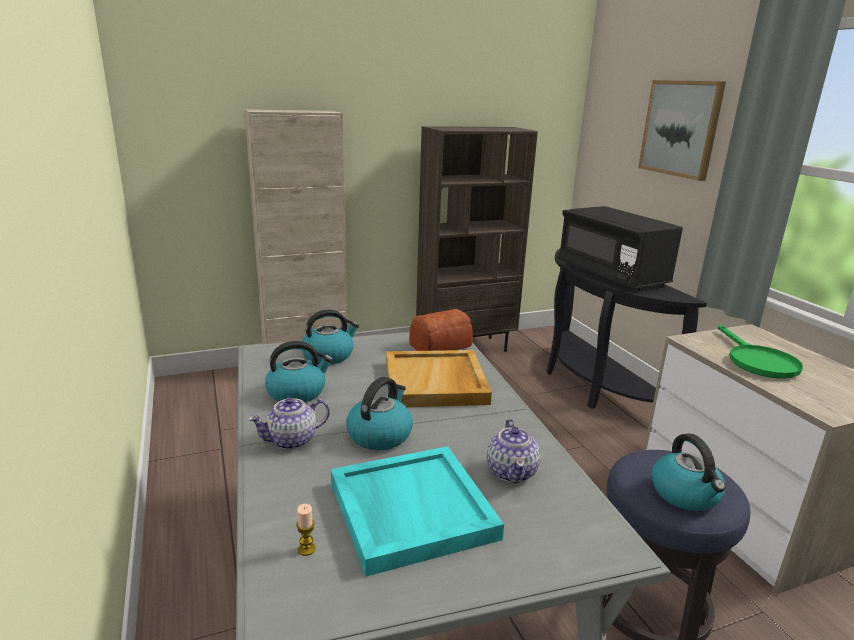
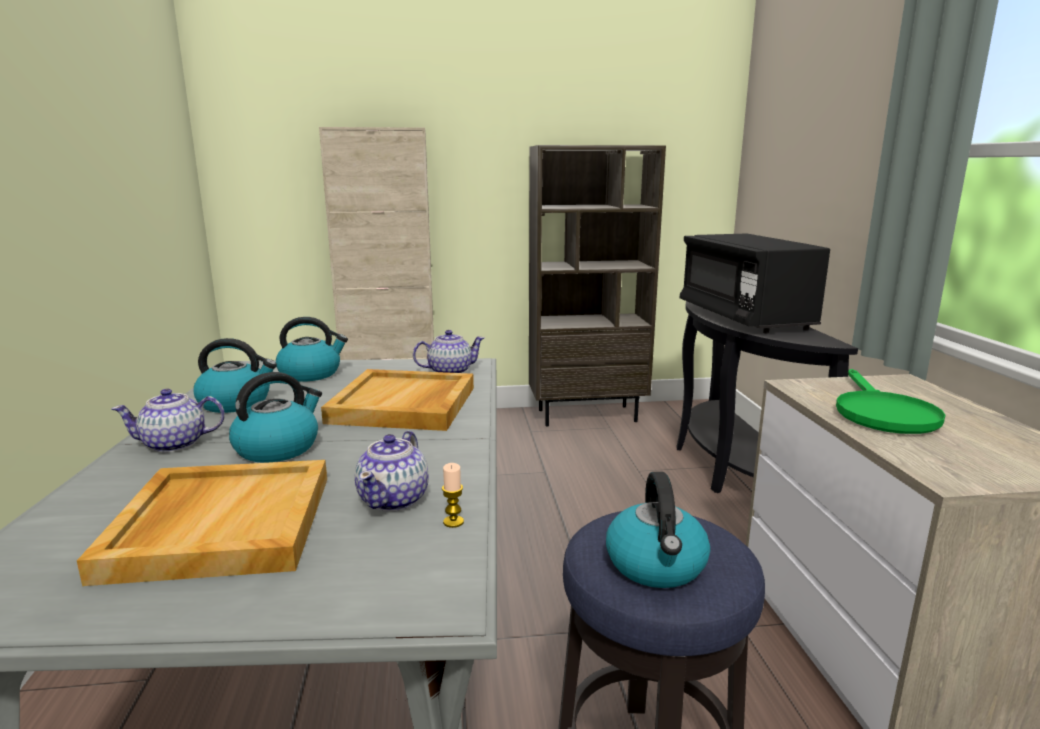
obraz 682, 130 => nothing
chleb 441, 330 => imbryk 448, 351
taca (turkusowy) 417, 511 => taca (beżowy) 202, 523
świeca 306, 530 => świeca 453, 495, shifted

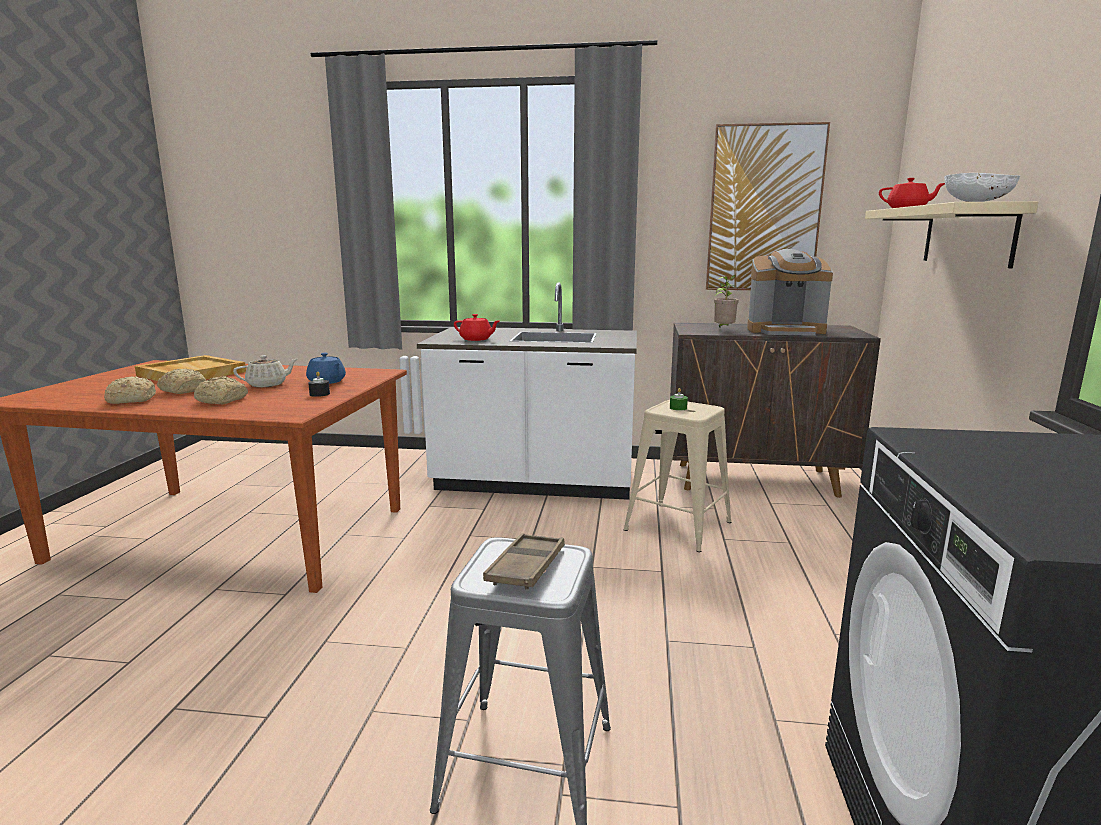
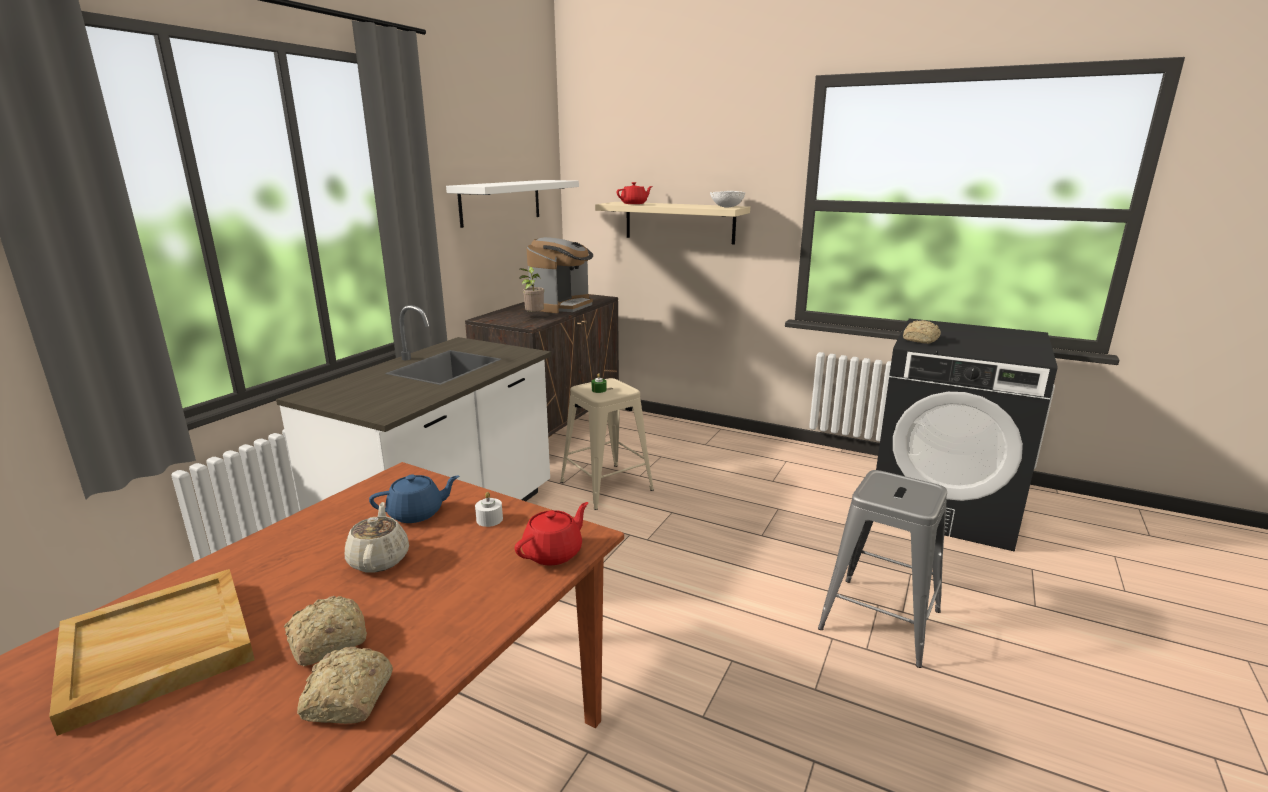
obraz 768, 206 => półka (biały) 512, 204
imbryk (czerwony) 476, 327 => imbryk (czerwony) 551, 533, shifted
świeca (czarny) 319, 384 => świeca (biały) 489, 509
chleb 221, 390 => chleb 922, 332, shifted
taca (brązowy) 524, 561 => nothing

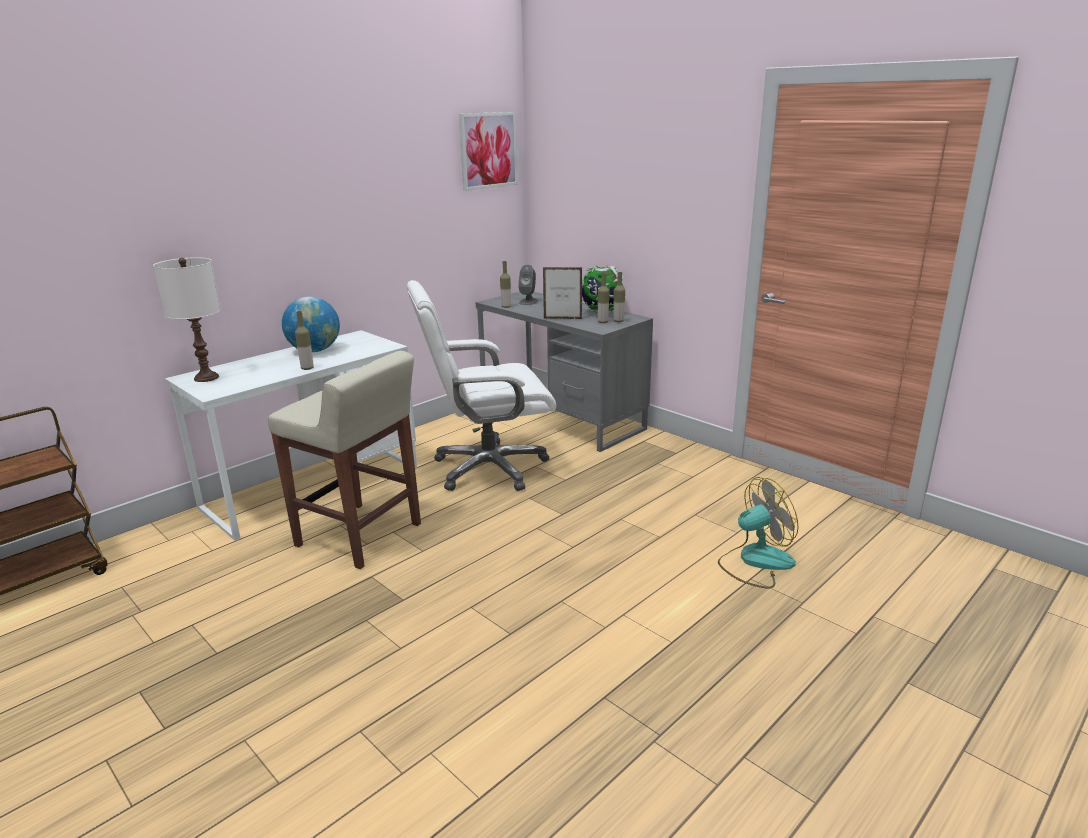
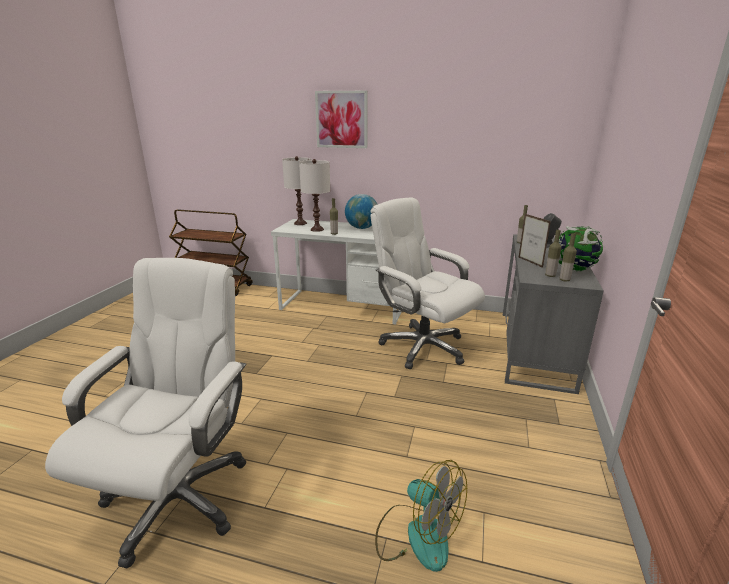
obraz 488, 151 => obraz 341, 119, shifted
stołek (beżowy) 344, 460 => nothing
nothing => lampa stołowa (biały) 314, 195
nothing => krzesło biurowe (biały) 145, 413

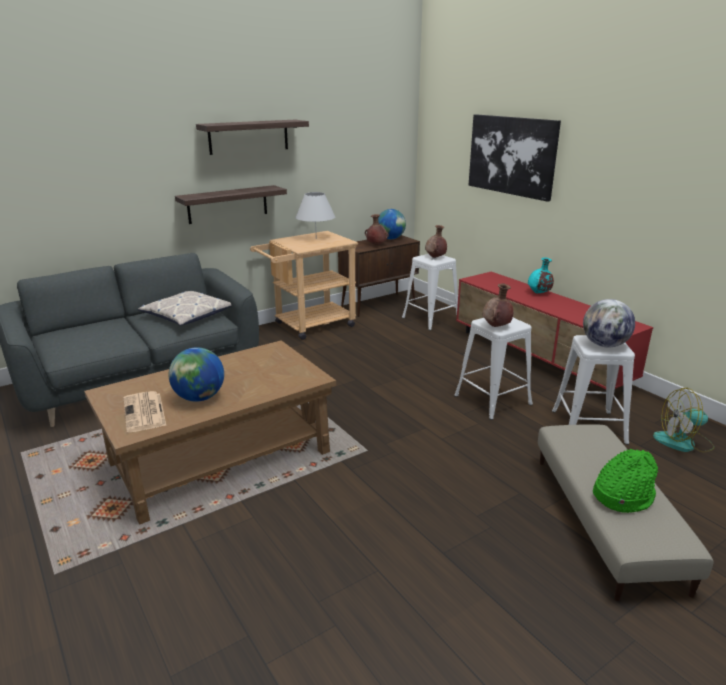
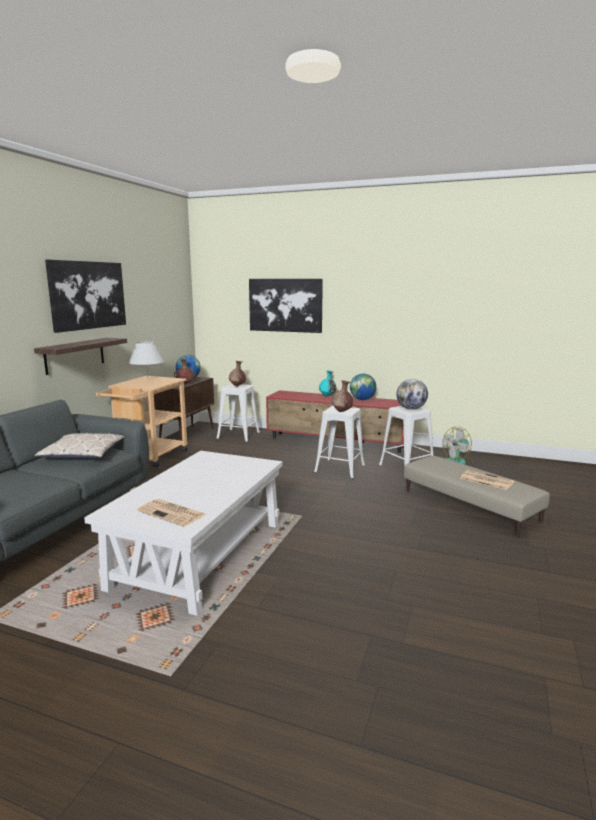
półka 252, 137 => obraz 85, 296
ława (brązowy) 210, 432 => ława (biały) 183, 533
globus 196, 374 => globus 363, 387, shifted
kapelusz (zielony) 625, 481 => gazeta 487, 480

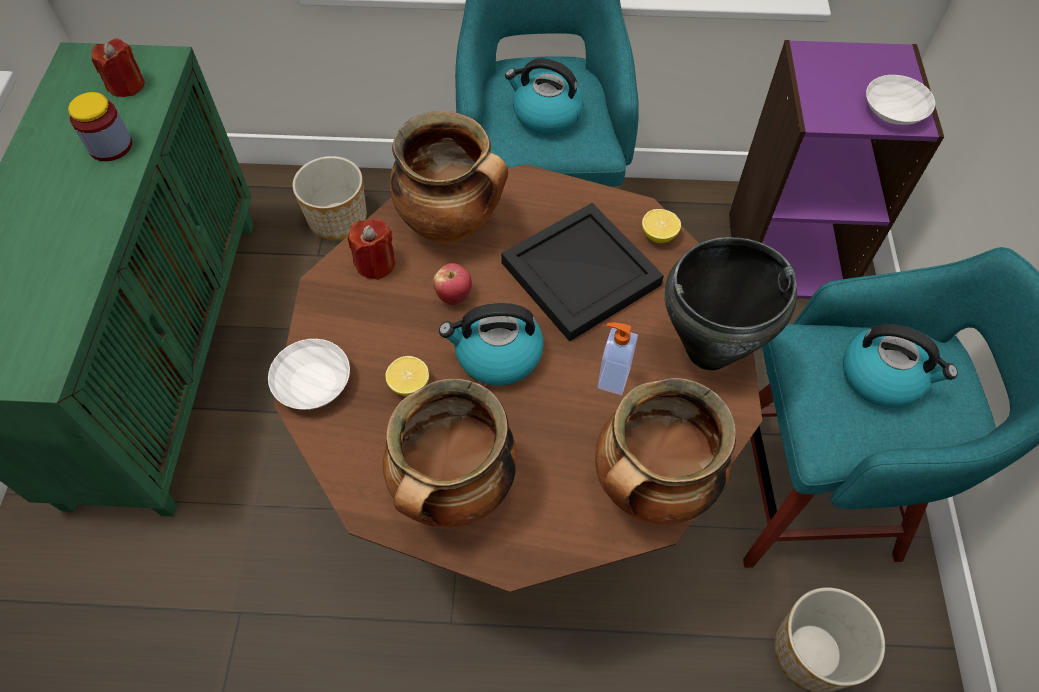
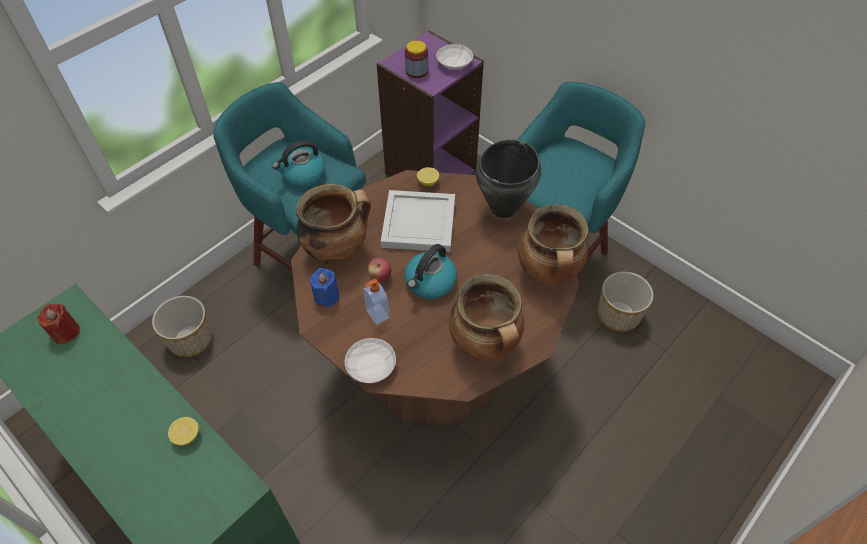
słoik 100, 126 => słoik 416, 59, shifted
taca (czarny) 582, 272 => taca (biały) 418, 221
świeca (czerwony) 371, 249 => świeca (niebieski) 324, 287
dozownik mydła 618, 358 => dozownik mydła 376, 302, shifted
czajnik 900, 365 => nothing
cytryna 407, 376 => cytryna 183, 431, shifted

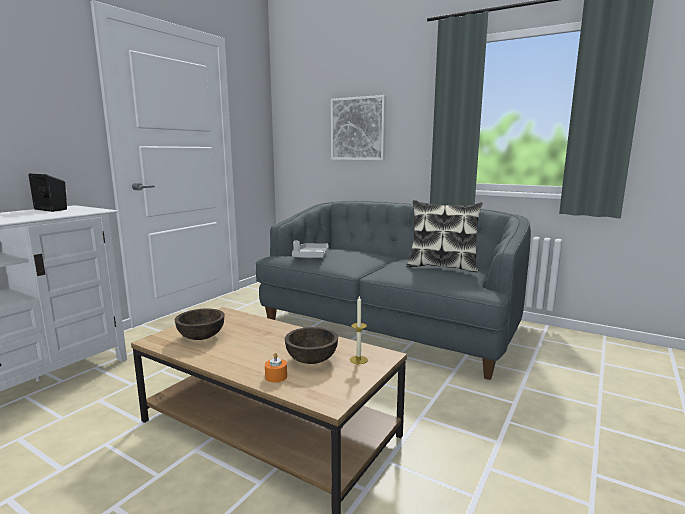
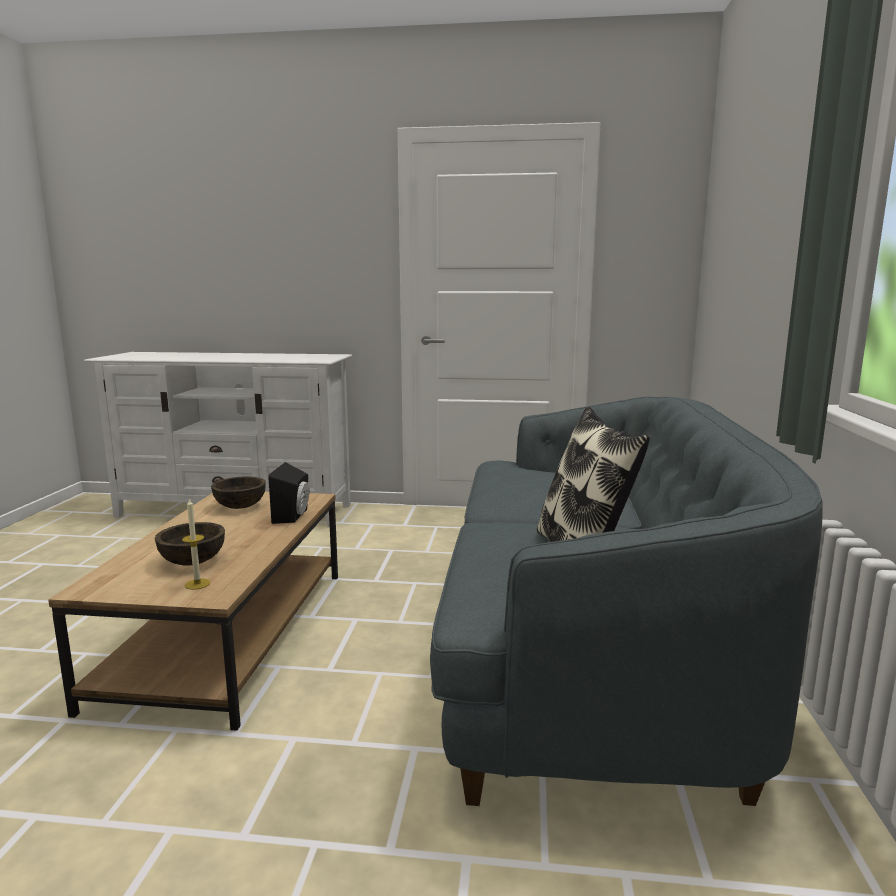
obraz 358, 127 => nothing
głośnik (czarny) 47, 193 => głośnik (czarny) 288, 493, shifted
taca (szary) 310, 249 => nothing
świeca (pomarańczowy) 276, 368 => nothing

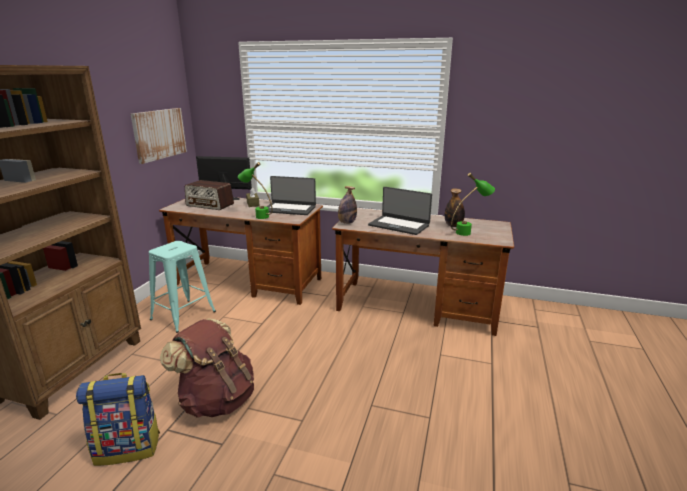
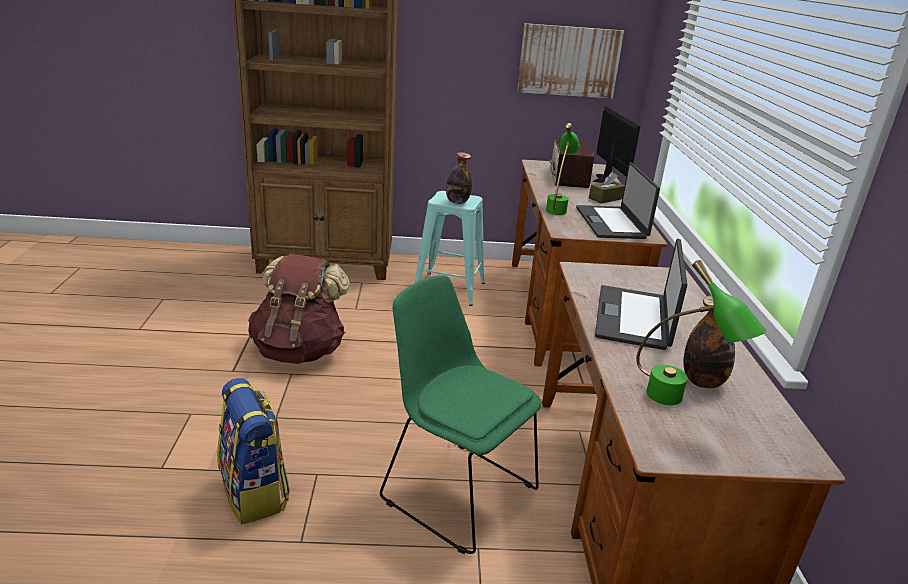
butelka 347, 205 => butelka 459, 178, shifted
plecak 118, 419 => plecak 253, 451, shifted
nothing => krzesło (zielony) 461, 414

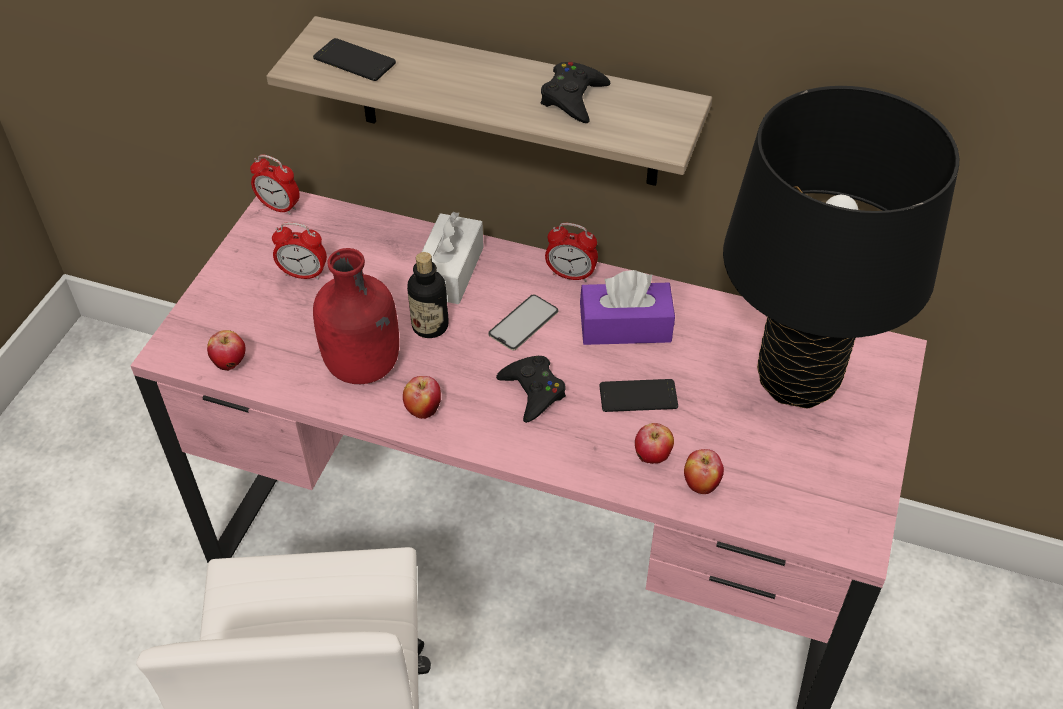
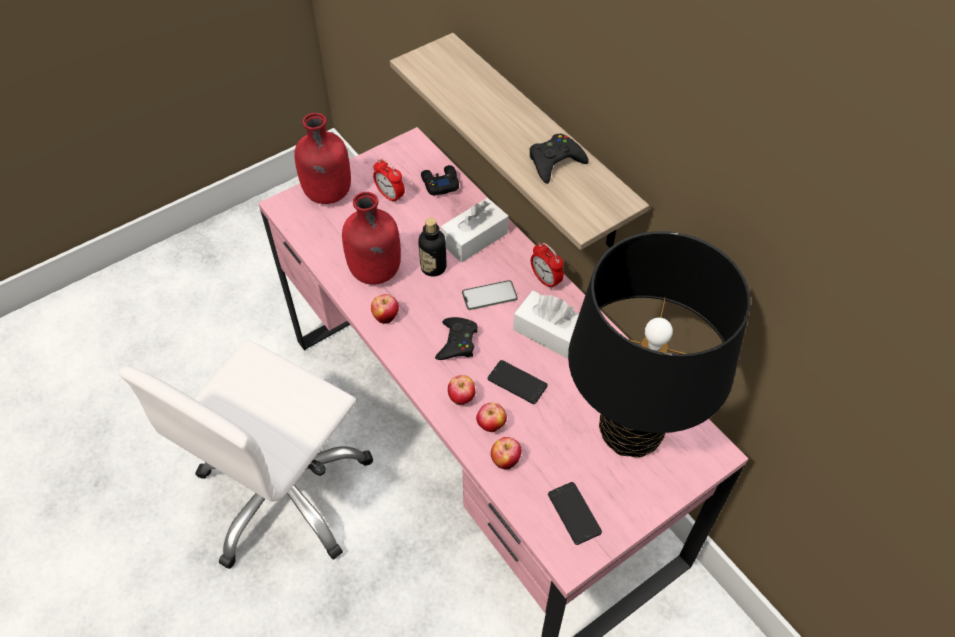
telefon 354, 59 => telefon 575, 513, shifted
budzik 275, 184 => nothing
pudełko chusteczek (fioletowy) 627, 307 => pudełko chusteczek (biały) 546, 324
jabłko 226, 350 => jabłko 461, 390, shifted
nothing => butelka (czerwony) 322, 158
nothing => pad do gier (czarny) 440, 180

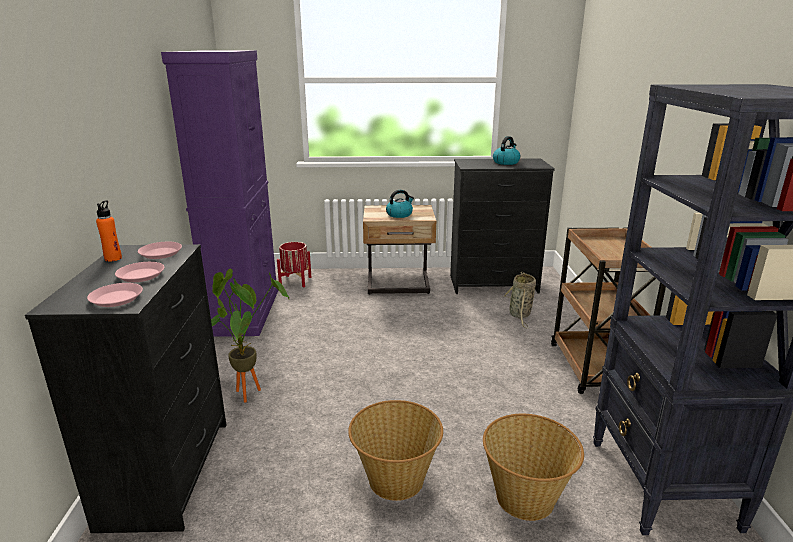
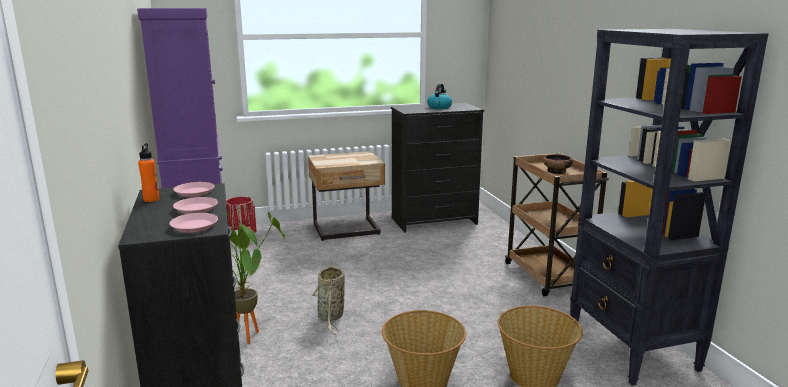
czajnik 400, 204 => nothing
koszyk 519, 300 => koszyk 328, 300, shifted
nothing => miska 558, 164

